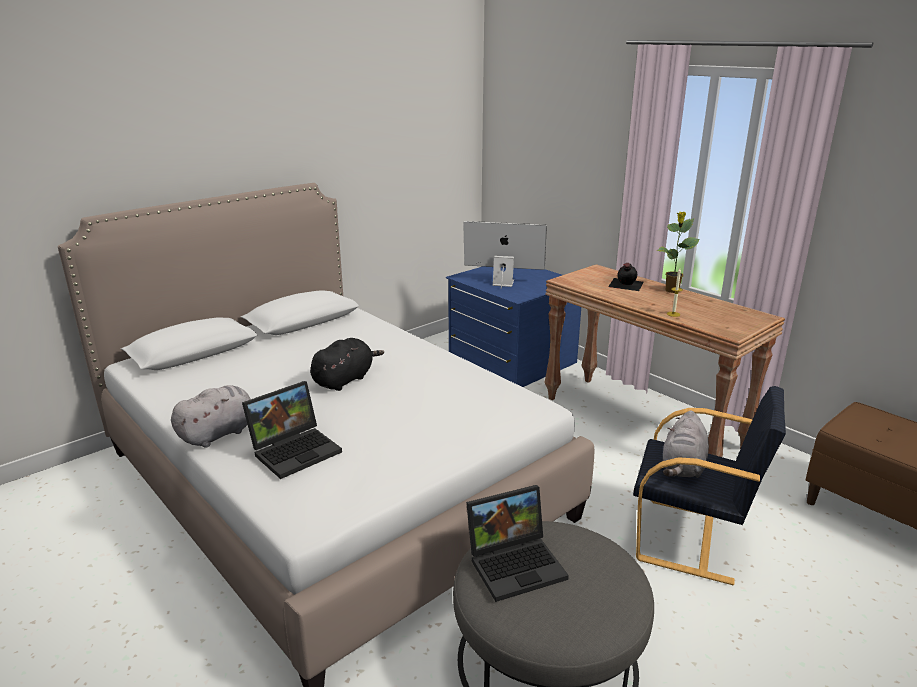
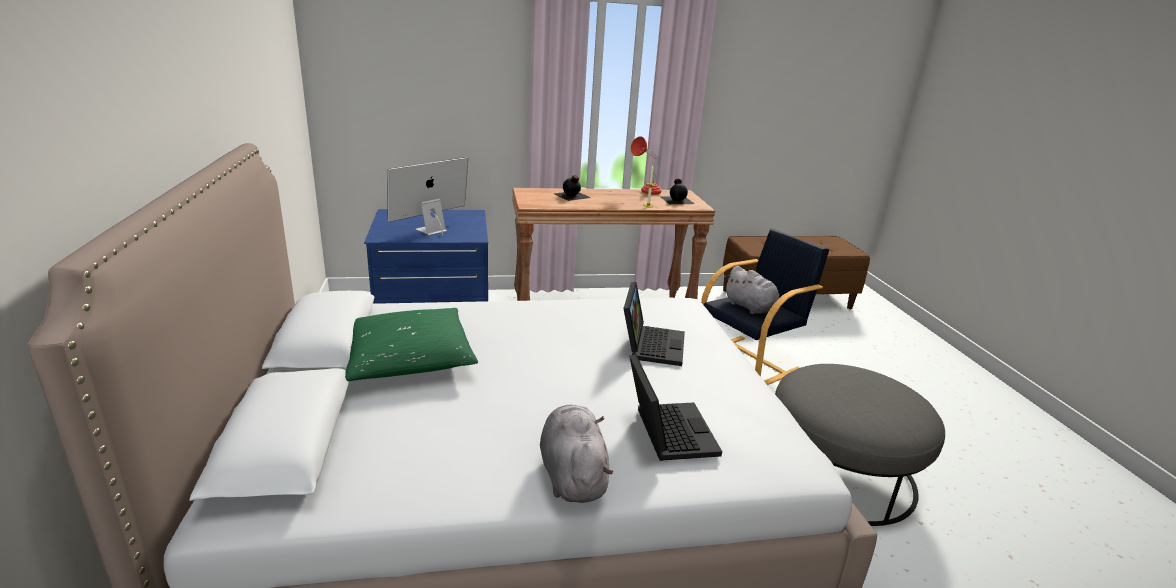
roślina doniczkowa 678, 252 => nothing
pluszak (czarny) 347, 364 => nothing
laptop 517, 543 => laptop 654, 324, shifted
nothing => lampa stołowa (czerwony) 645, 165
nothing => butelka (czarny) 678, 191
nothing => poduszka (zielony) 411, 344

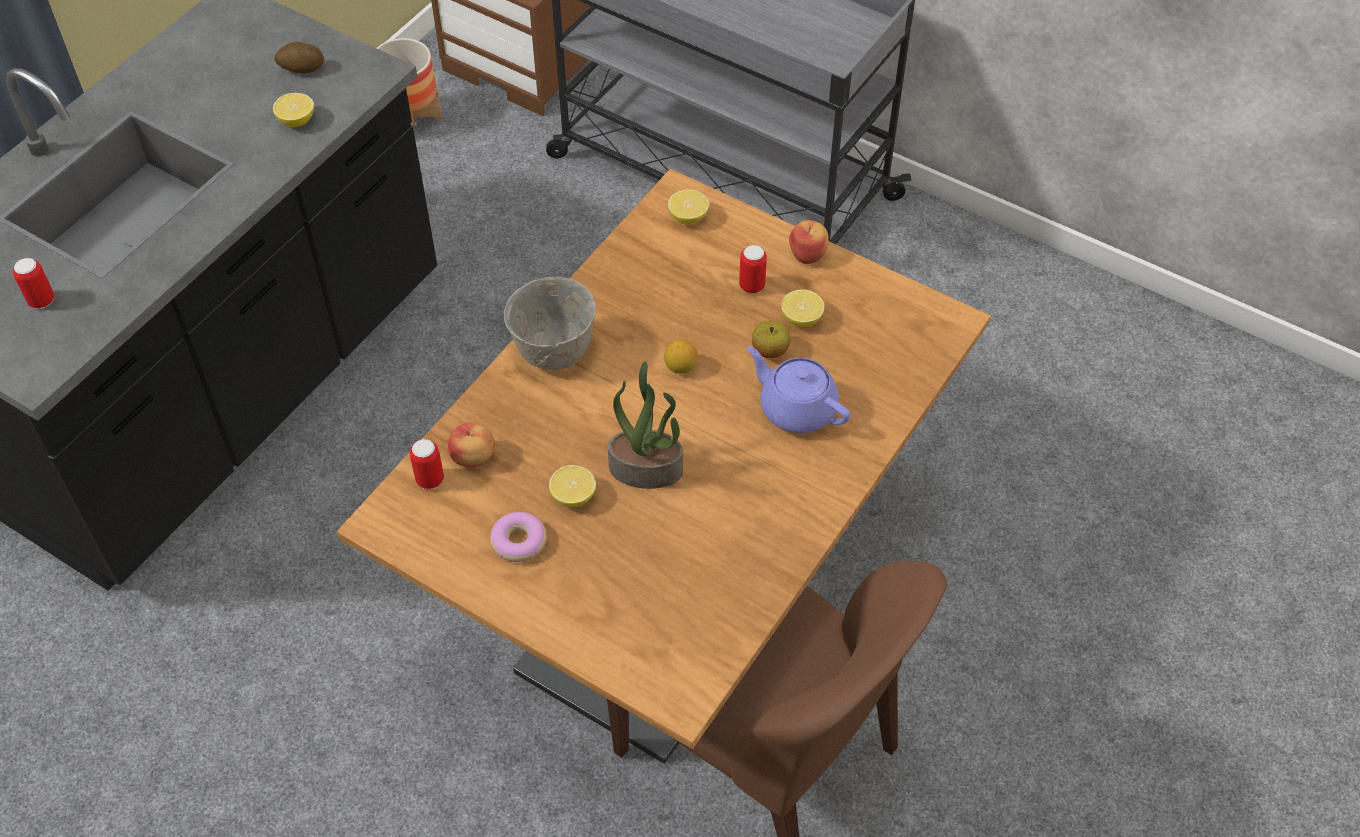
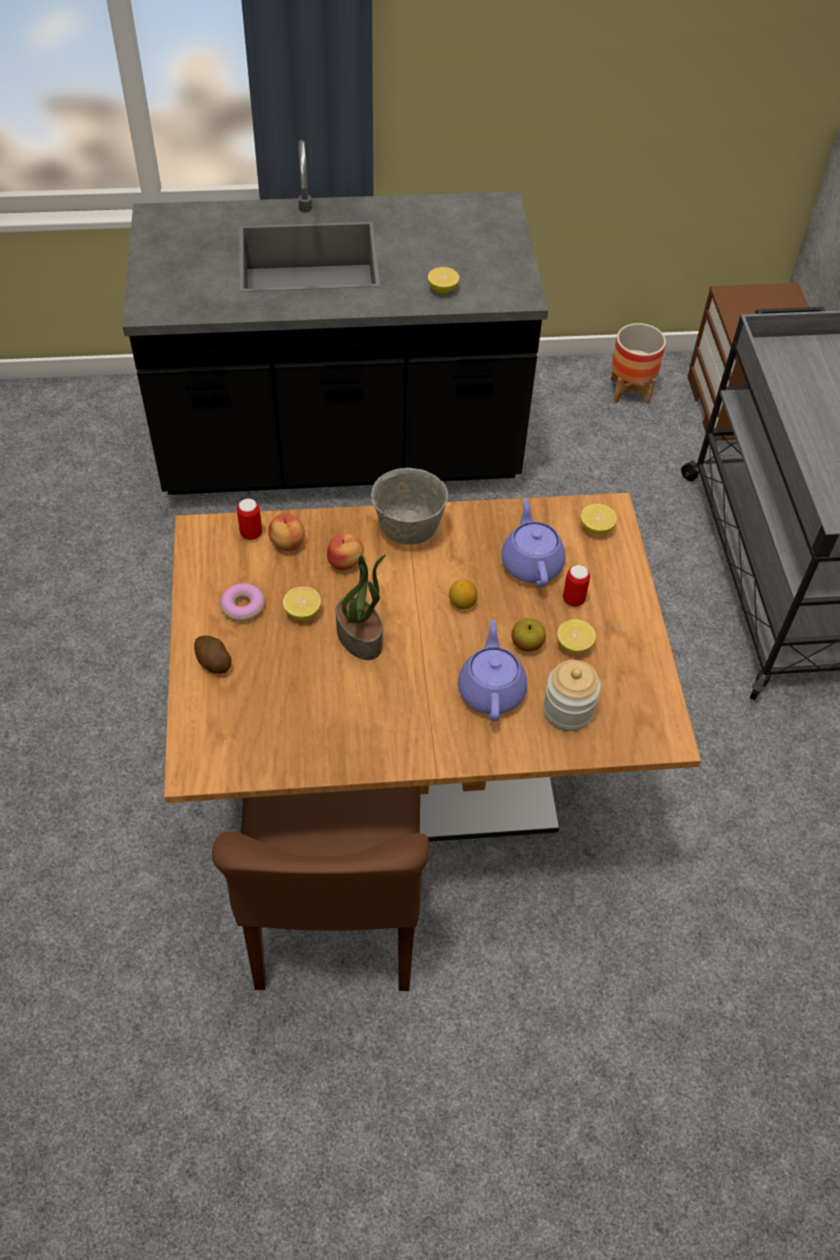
ziemniak 299, 58 => ziemniak 212, 655, shifted
jabłko 809, 242 => jabłko 345, 551, shifted
puszka 33, 283 => nothing
nothing => imbryk (fioletowy) 533, 543
nothing => słoik 572, 695

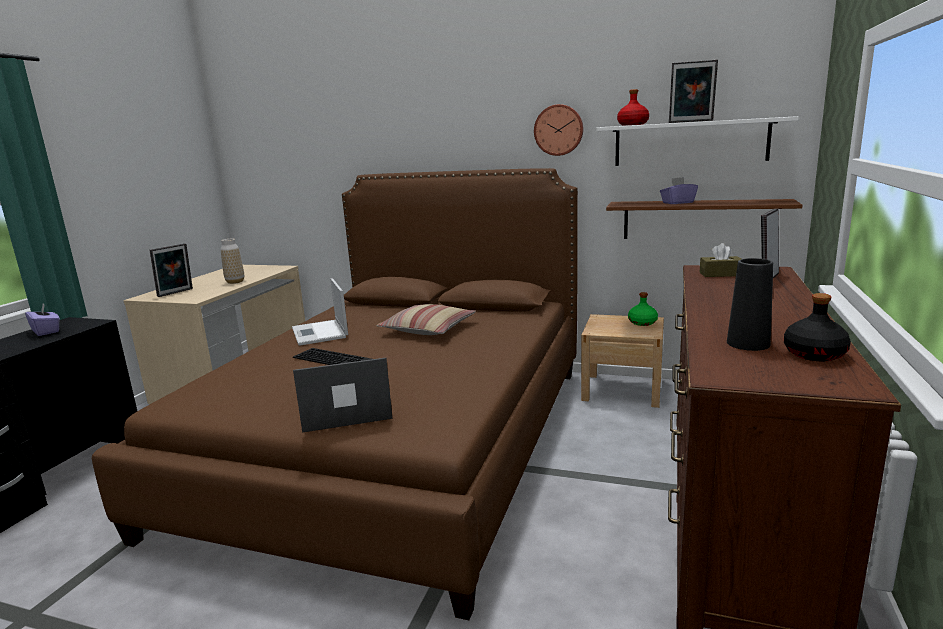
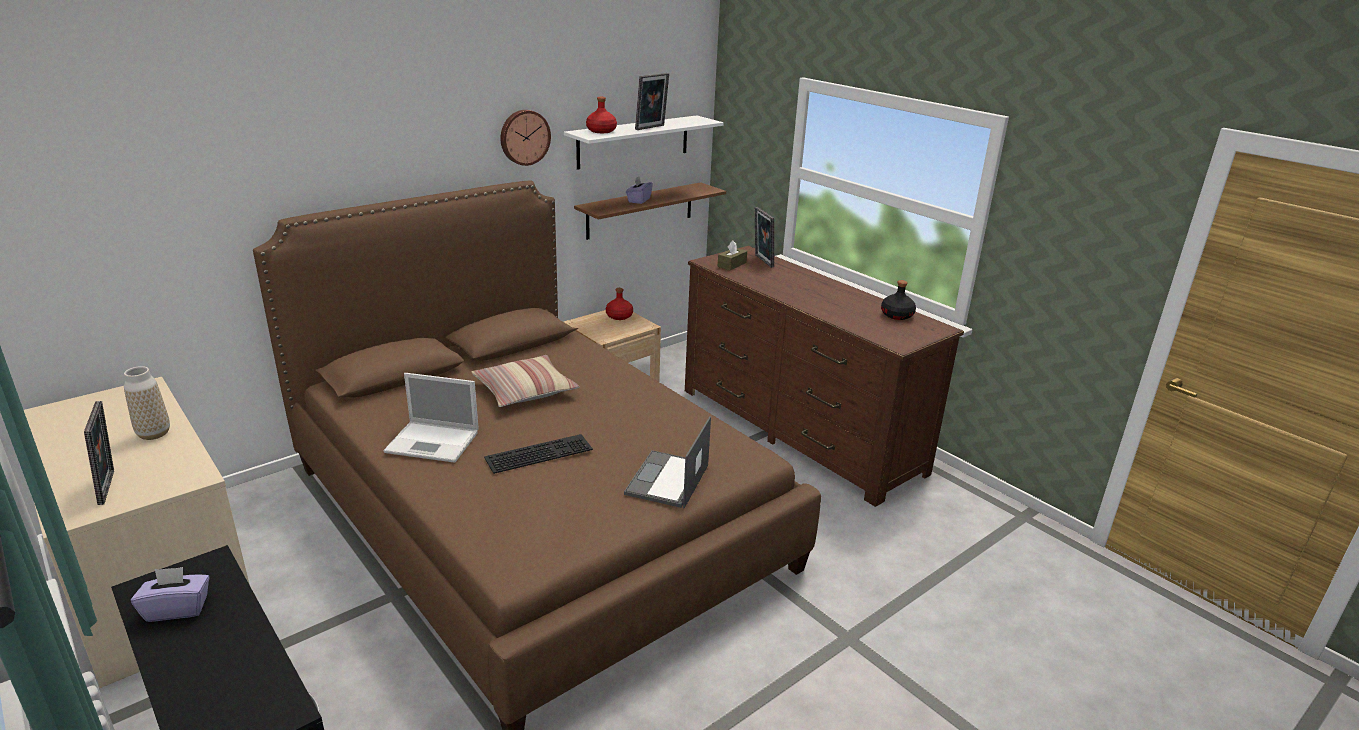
wazon (czarny) 750, 304 => nothing
butelka (zielony) 643, 309 => butelka (czerwony) 619, 304

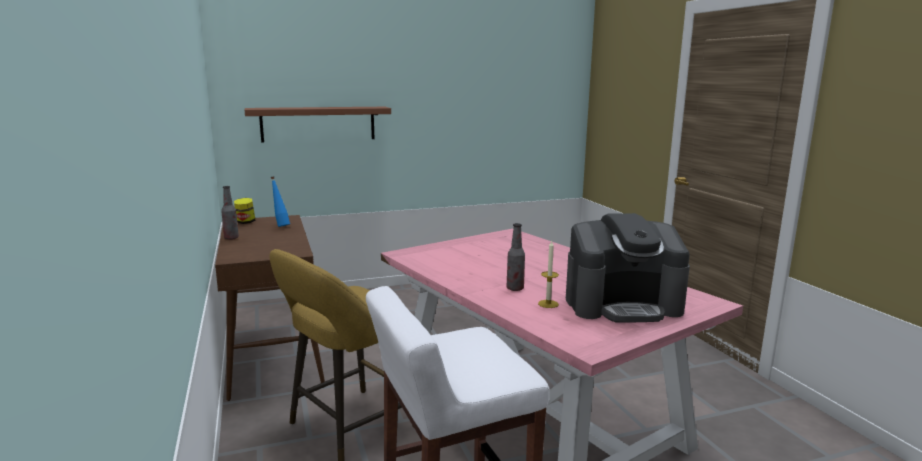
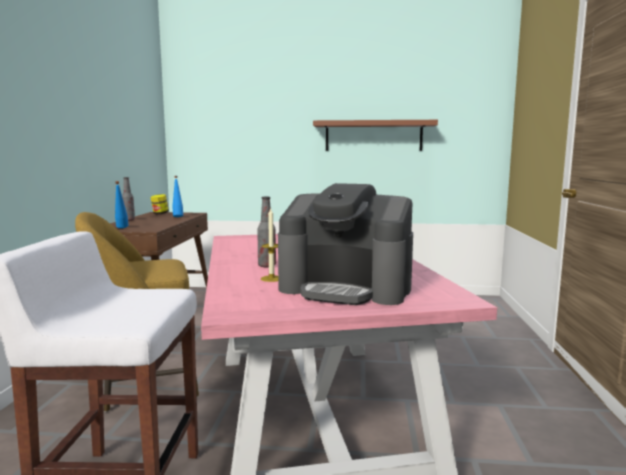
półka (brązowy) 318, 124 => półka (brązowy) 375, 135, shifted
nothing => butelka (niebieski) 121, 204

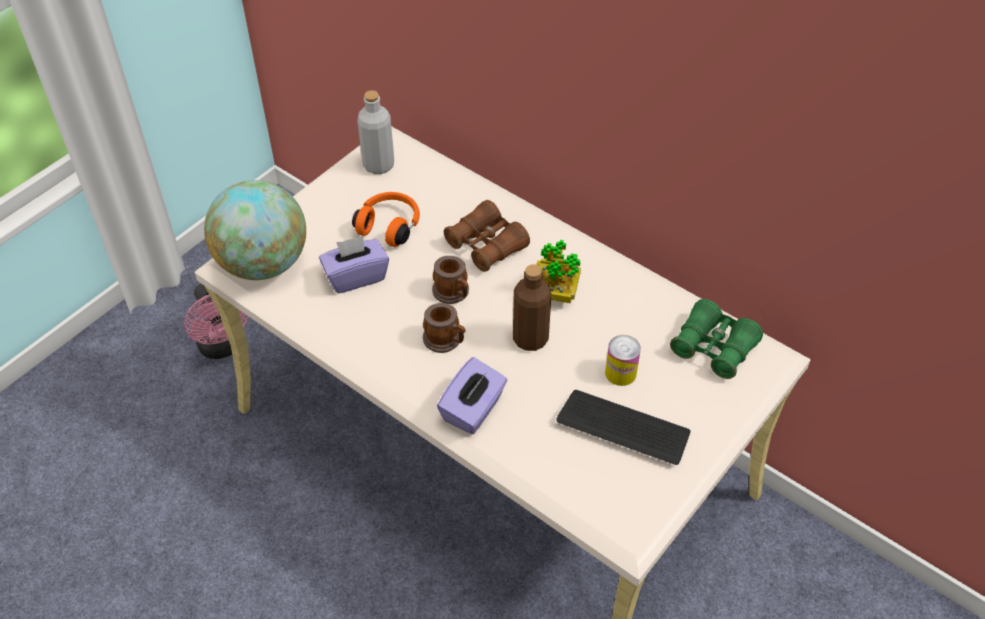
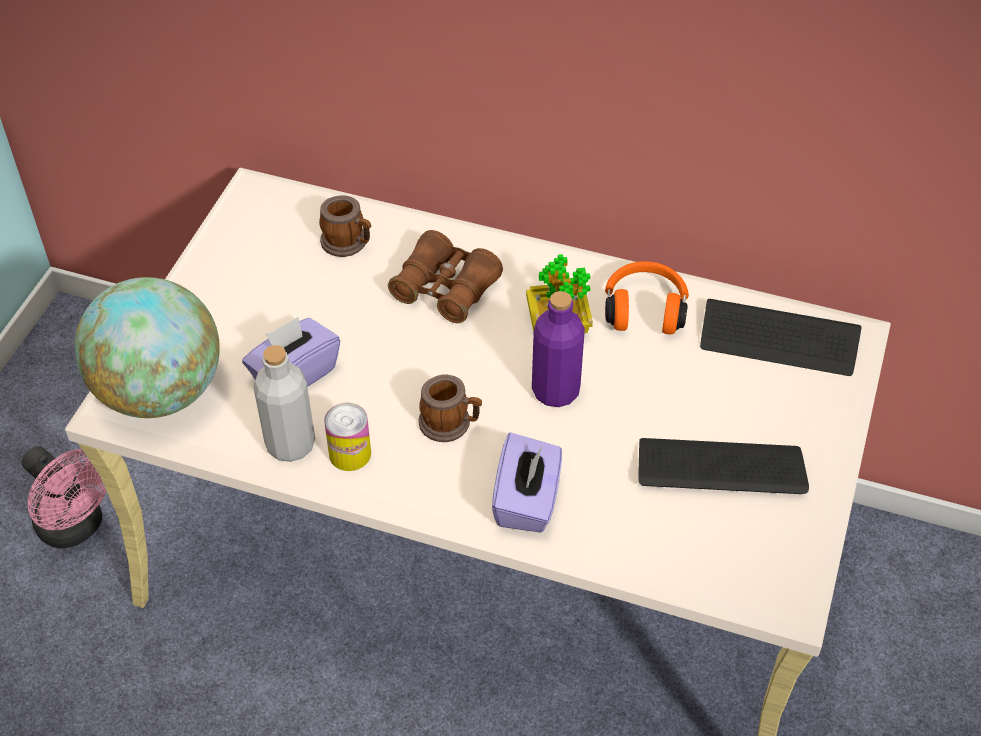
butelka (szary) 376, 132 => butelka (szary) 284, 403, shifted
słuchawki (pomarańczowy) 386, 219 => słuchawki (pomarańczowy) 647, 297, shifted
kubek 450, 280 => kubek 345, 226, shifted
butelka (brązowy) 532, 307 => butelka (fioletowy) 558, 349
lornetka (zielony) 716, 339 => klawiatura 781, 337
puszka 623, 360 => puszka 347, 436, shifted

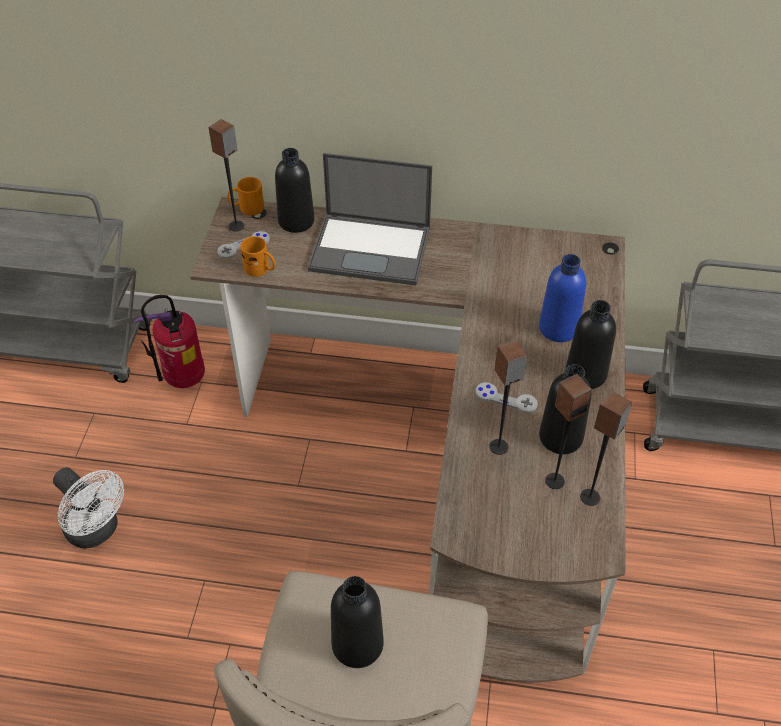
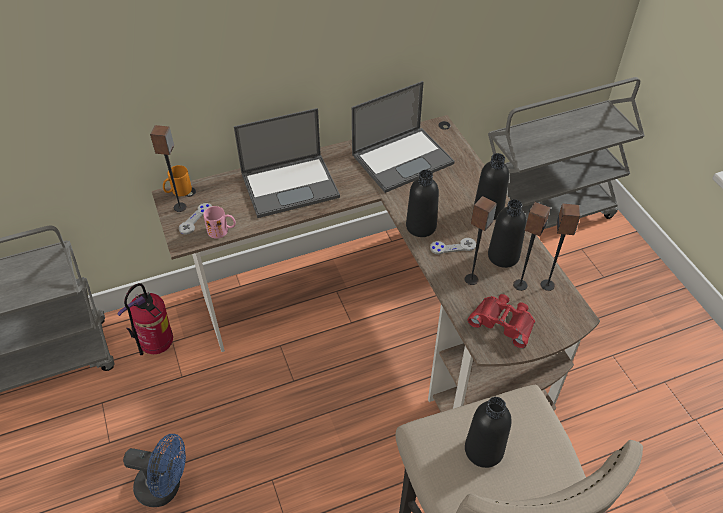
butelka (czarny) 295, 190 => butelka (czarny) 422, 203, shifted
kubek (pomarańczowy) 258, 256 => kubek (różowy) 219, 222
butelka (niebieski) 562, 298 => nothing
wentylator (biały) 88, 508 => wentylator (niebieski) 154, 470
nothing => laptop 403, 137
nothing => lornetka (czerwony) 501, 321

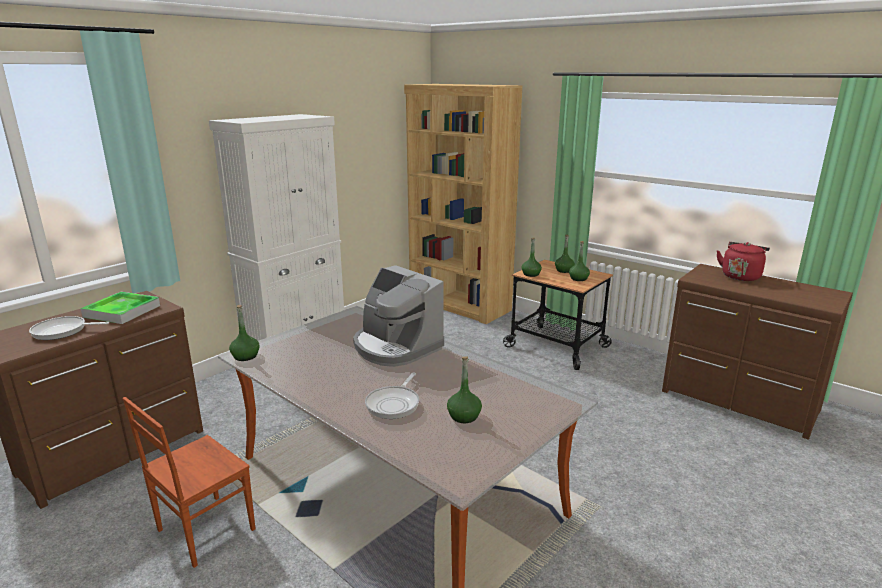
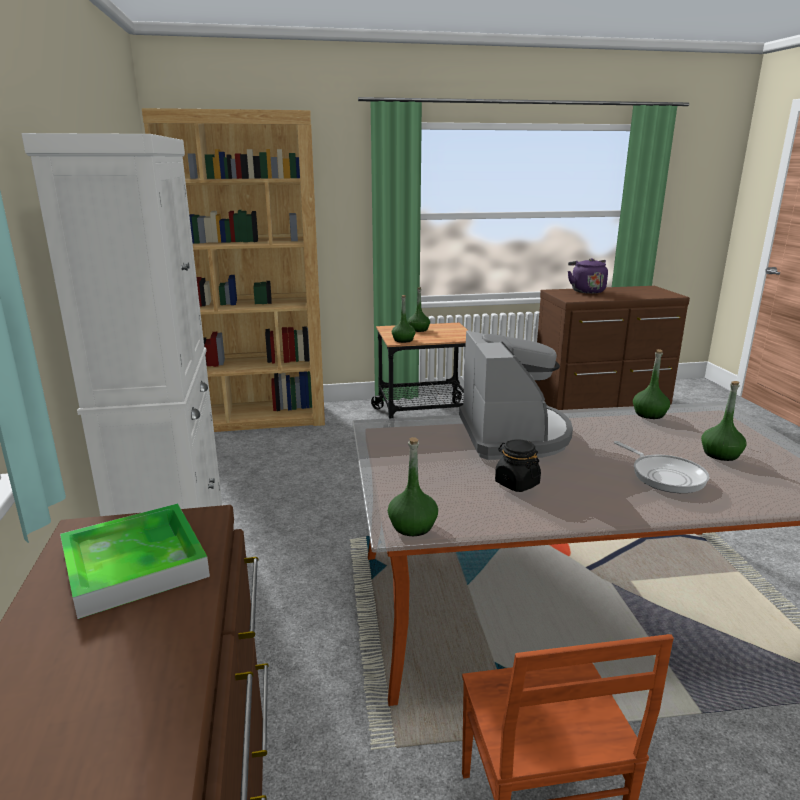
butelka (zielony) 579, 261 => butelka (zielony) 651, 384, shifted
czajnik (czerwony) 743, 261 => czajnik (fioletowy) 588, 276
ekspres do kawy 398, 316 => ekspres do kawy 516, 395, 90 degrees counterclockwise
patelnia 69, 328 => nothing
nothing => słoik (czarny) 518, 465

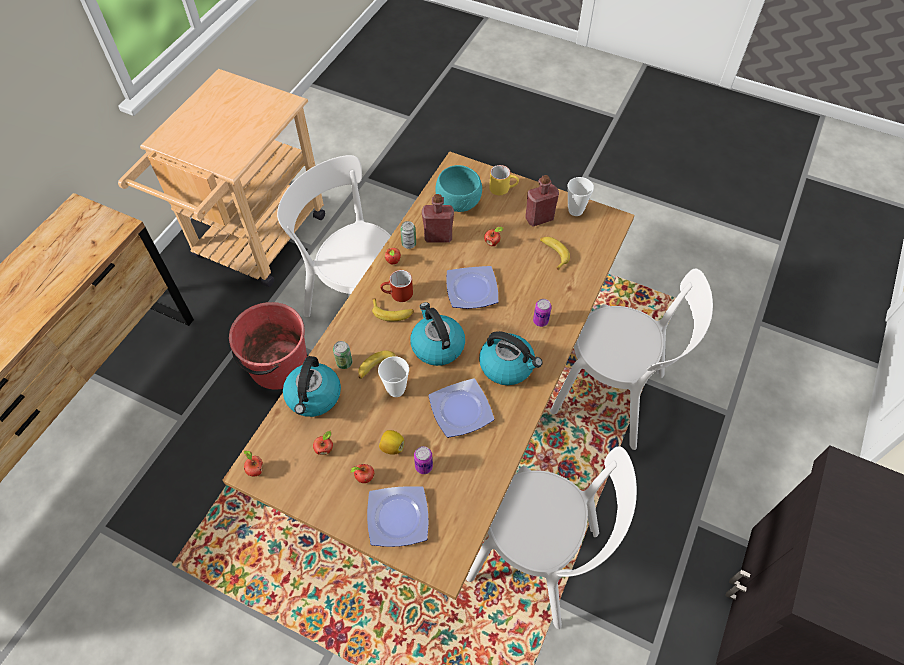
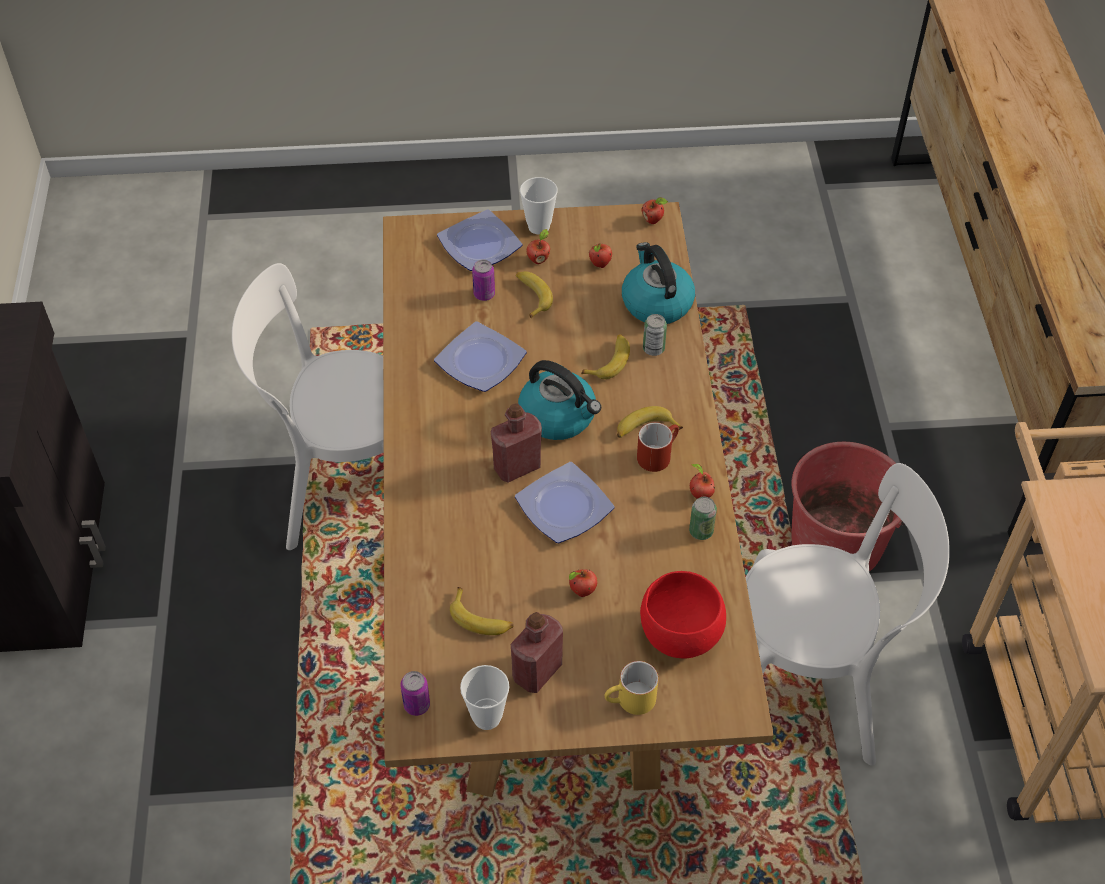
miska (turkusowy) 459, 188 => miska (czerwony) 683, 614
butelka (czerwony) 438, 218 => butelka (czerwony) 516, 443, shifted
krzesło (biały) 631, 359 => nothing
puszka 542, 313 => puszka 415, 693, shifted
czajnik 511, 358 => nothing
filiżanka 393, 376 => filiżanka 539, 206, shifted
cytryna 391, 442 => banan 534, 295

